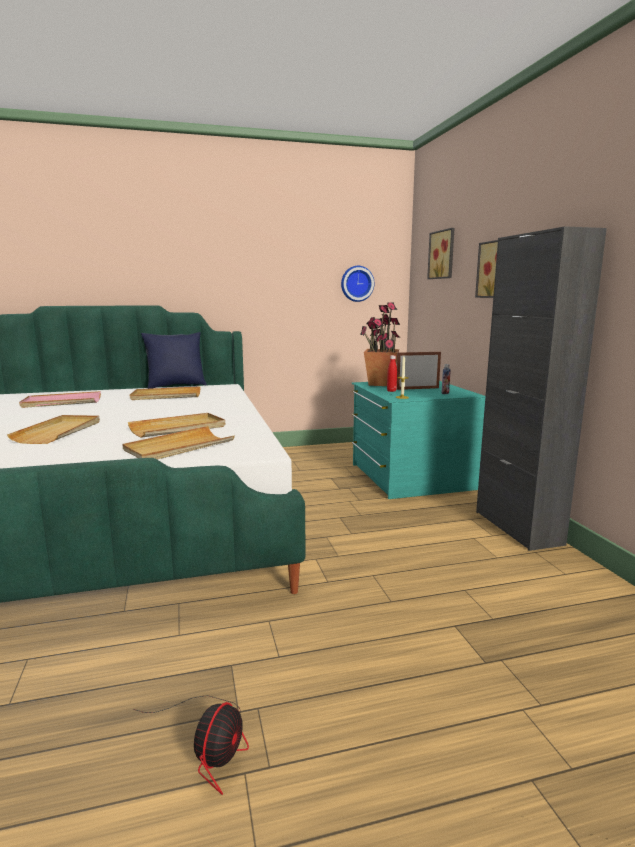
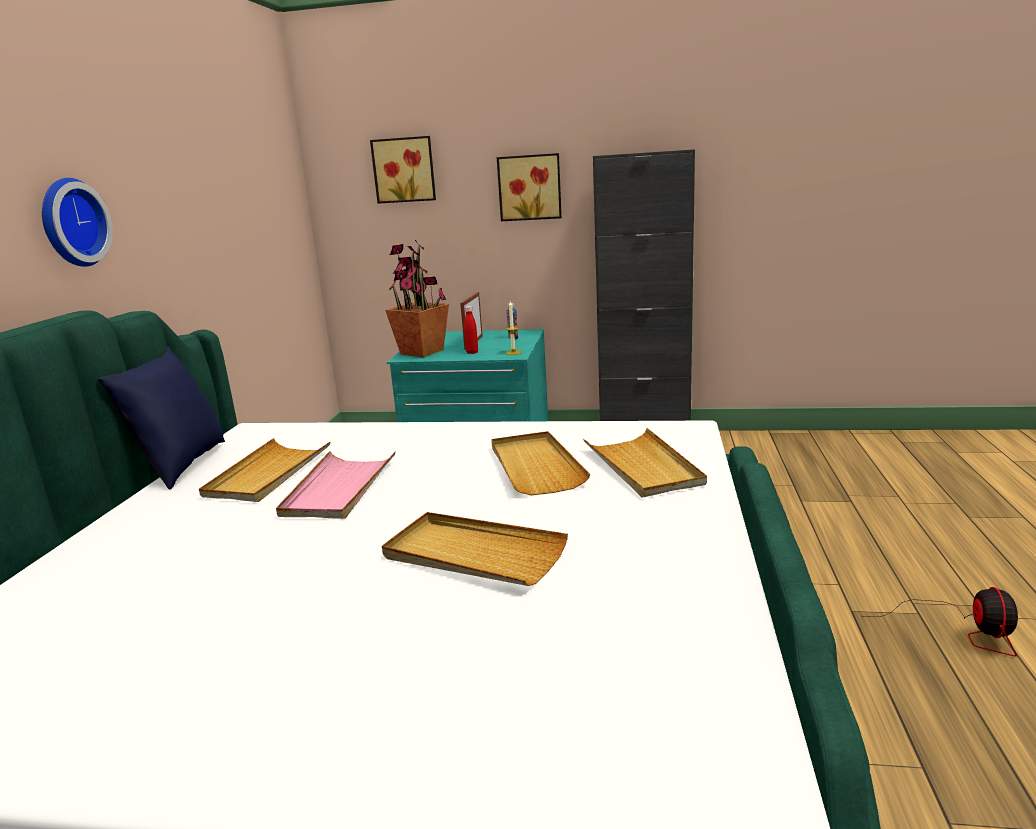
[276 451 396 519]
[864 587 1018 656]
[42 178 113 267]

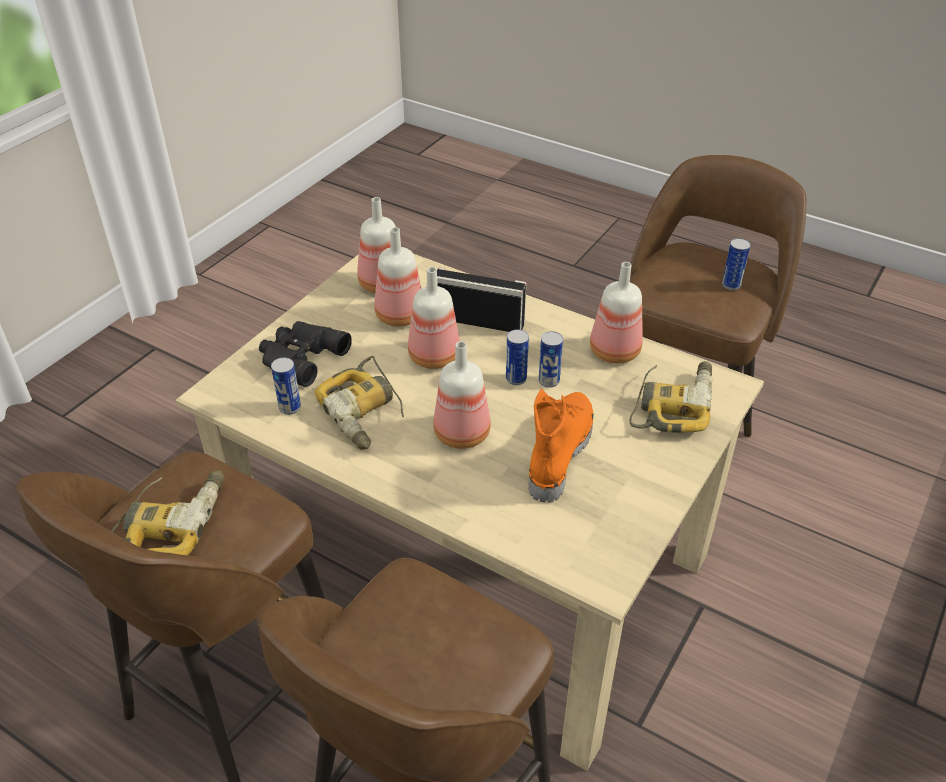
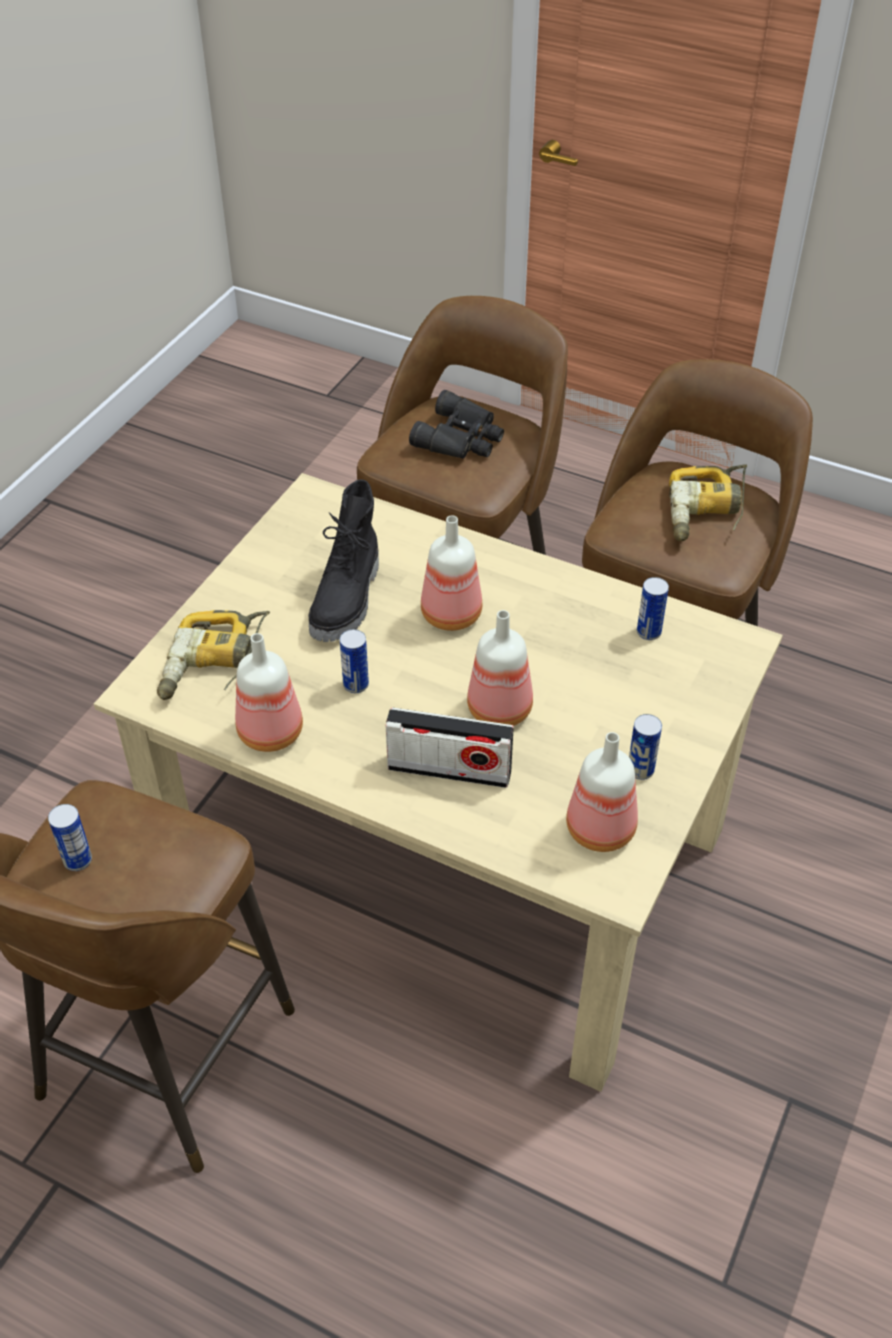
[409 390 504 459]
[315 356 404 450] (first image)
[374 227 421 327] (first image)
[629 714 662 780]
[309 479 379 642]

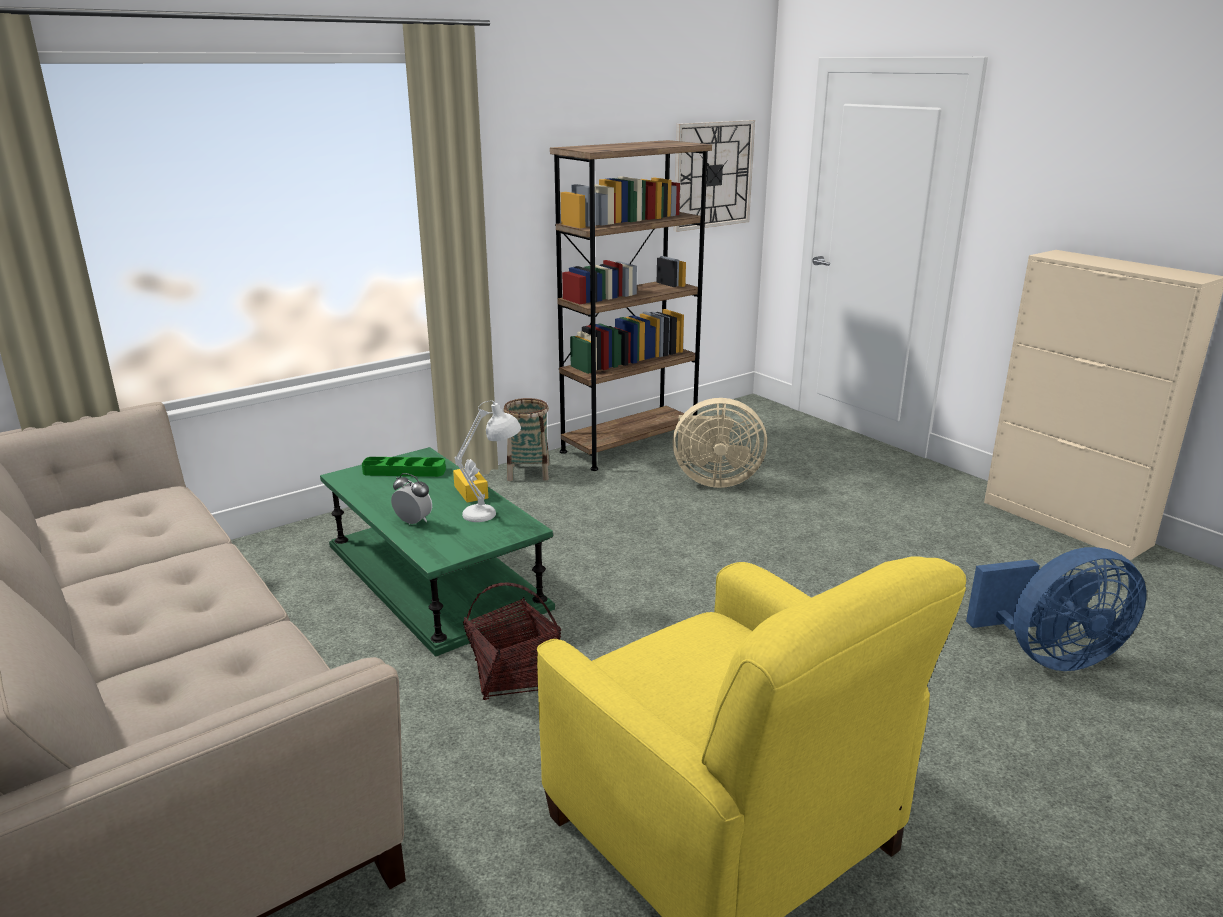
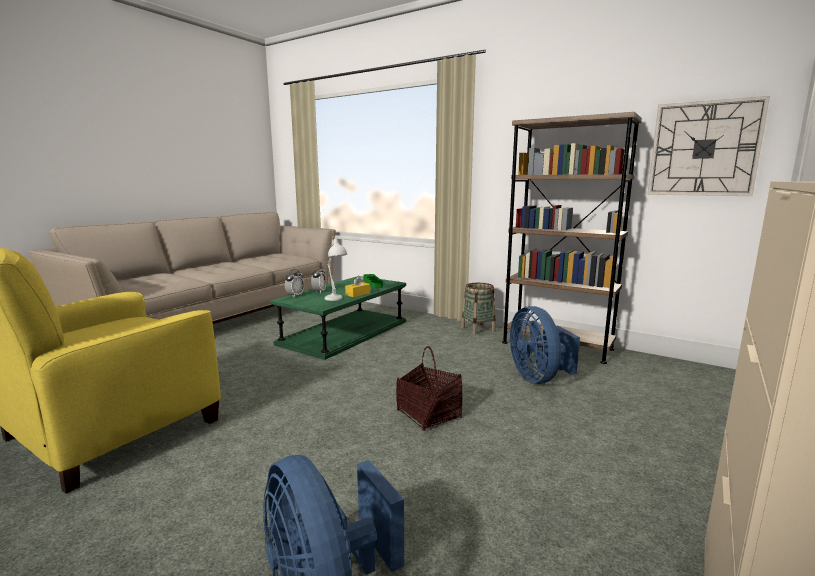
[396 346 463 431]
[510 306 580 384]
[285 269 304 297]

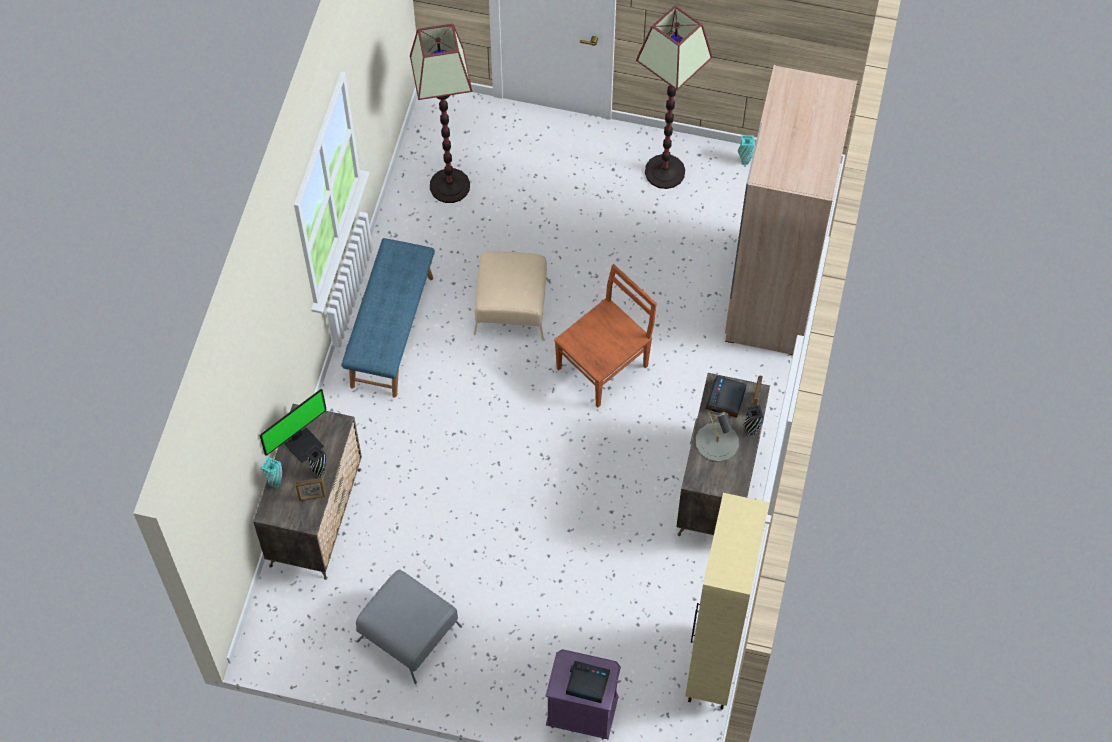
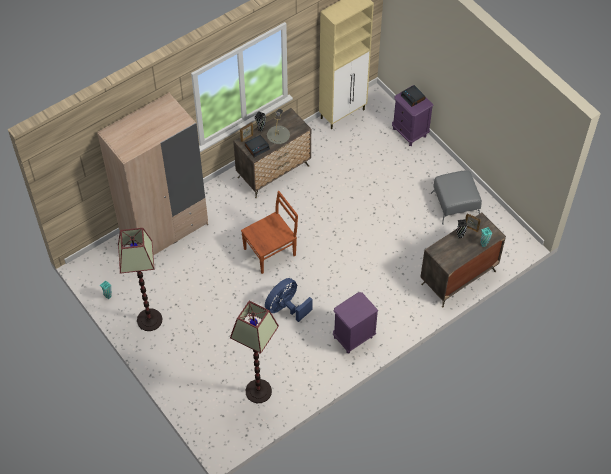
[260 389 327 463] (first image)
[333 292 379 354]
[265 278 313 322]
[241 191 298 274]

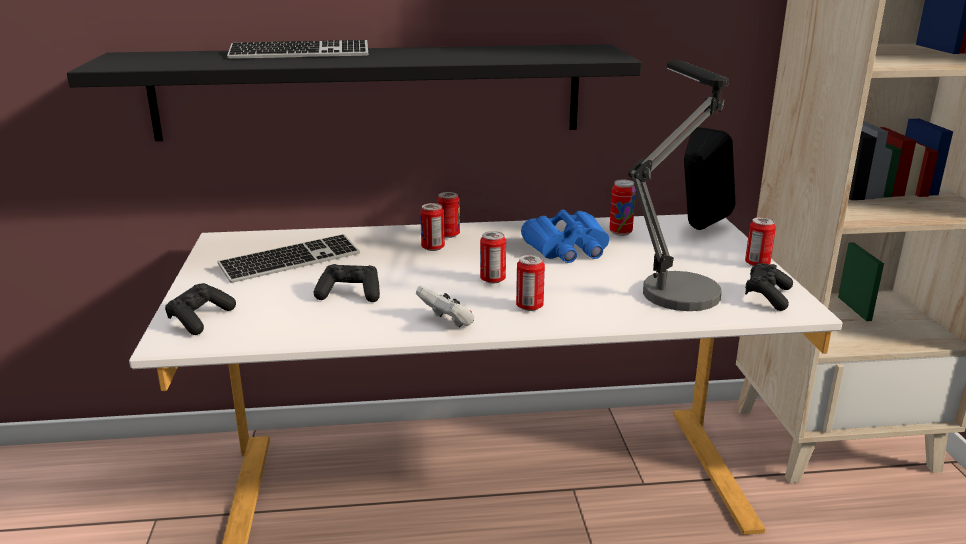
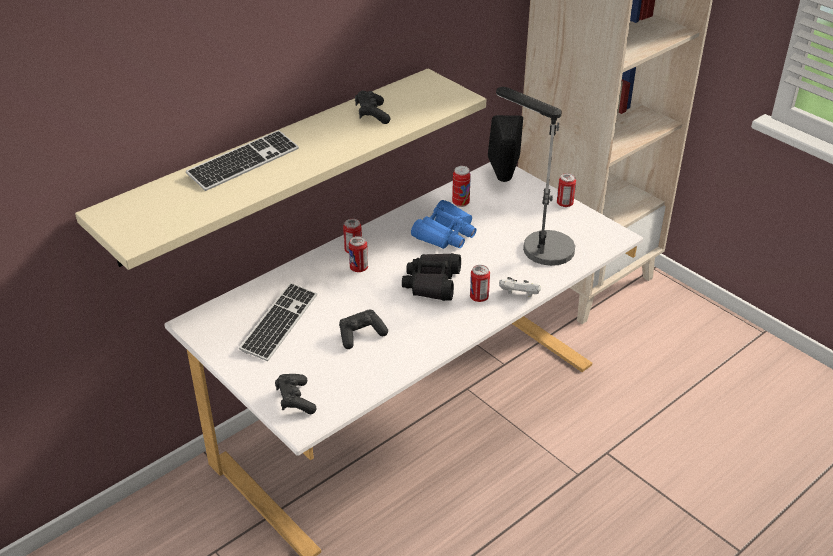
[75 68 486 270]
[499 277 541 297]
[402 253 461 301]
[355 91 390 124]

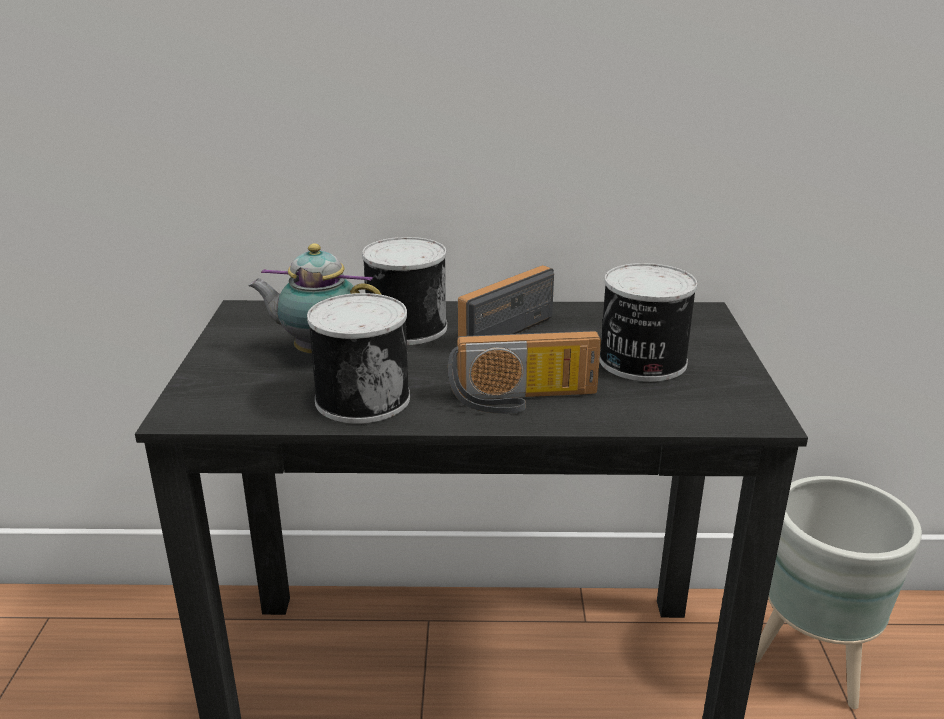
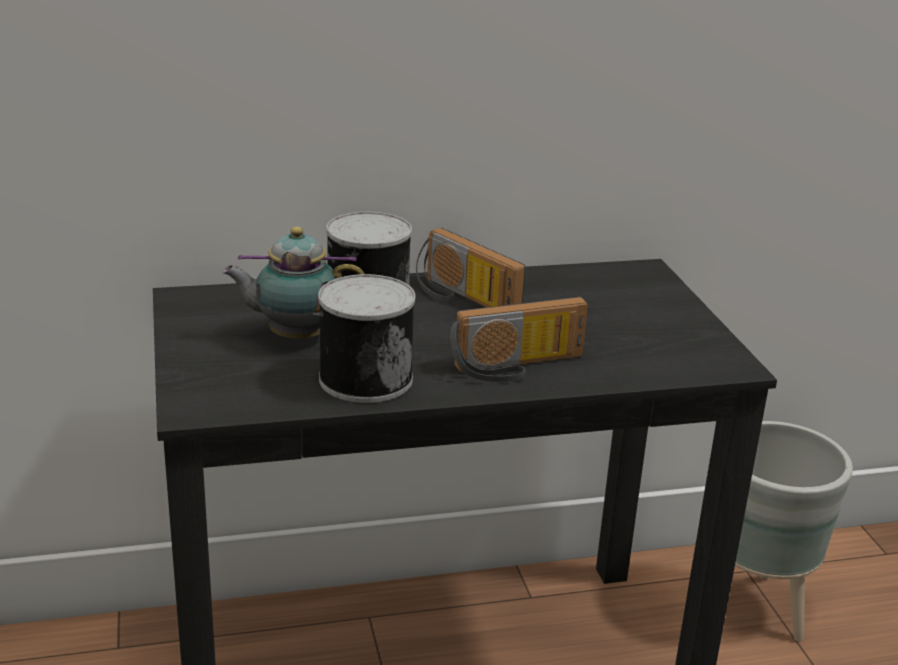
[416 228 526 307]
[599 263 697 382] (first image)

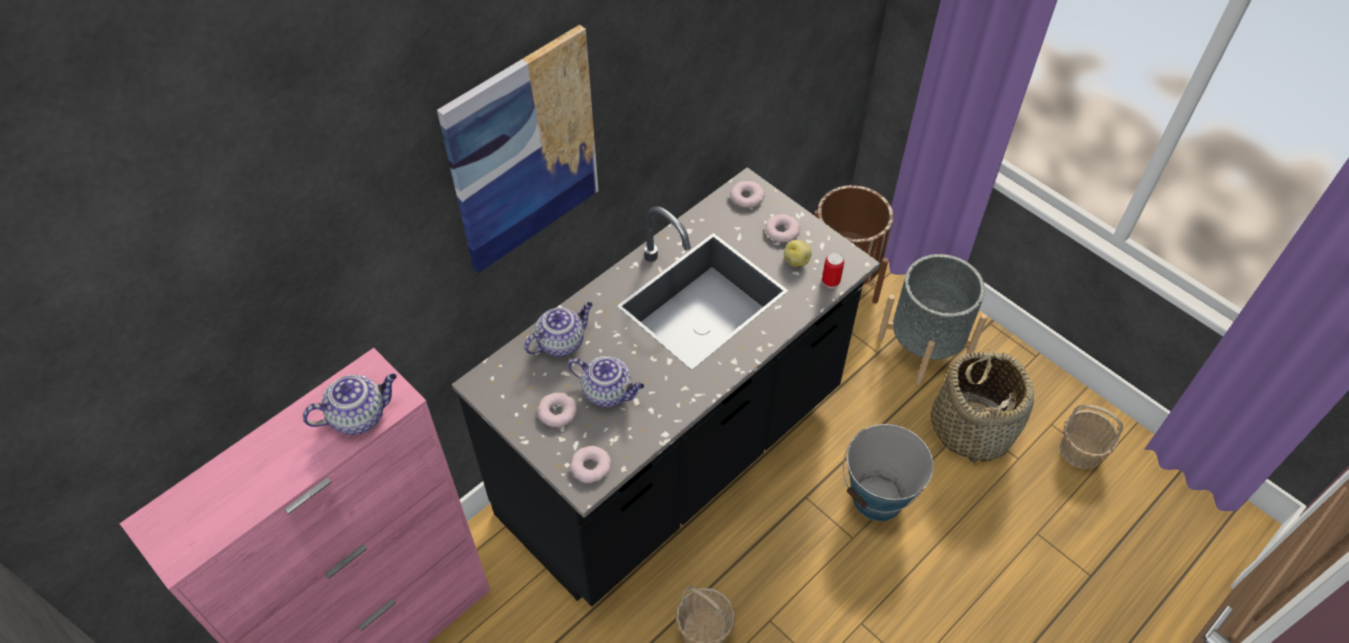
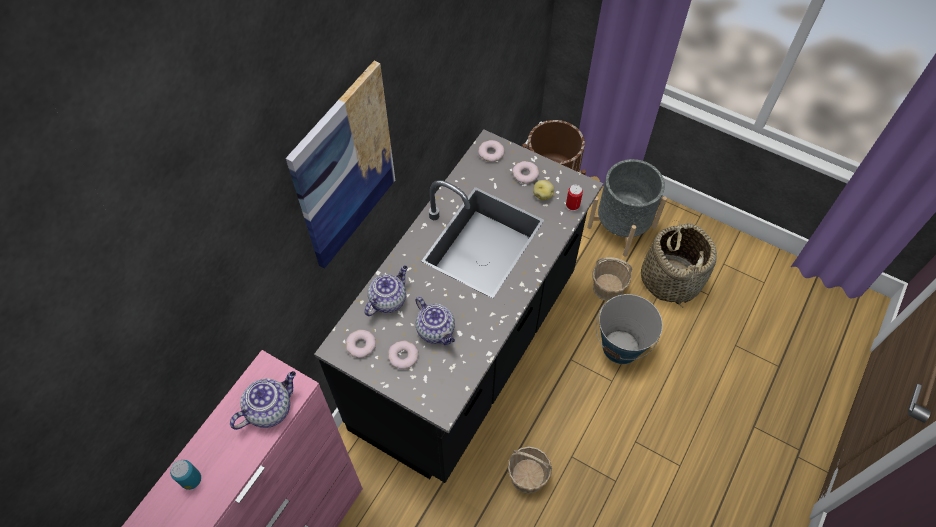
[415 297 455 345]
[346 330 376 358]
[593 257 632 301]
[170 460 201 490]

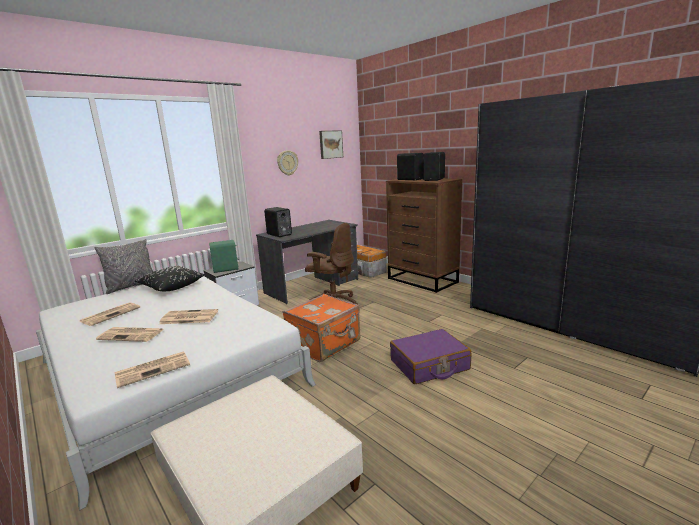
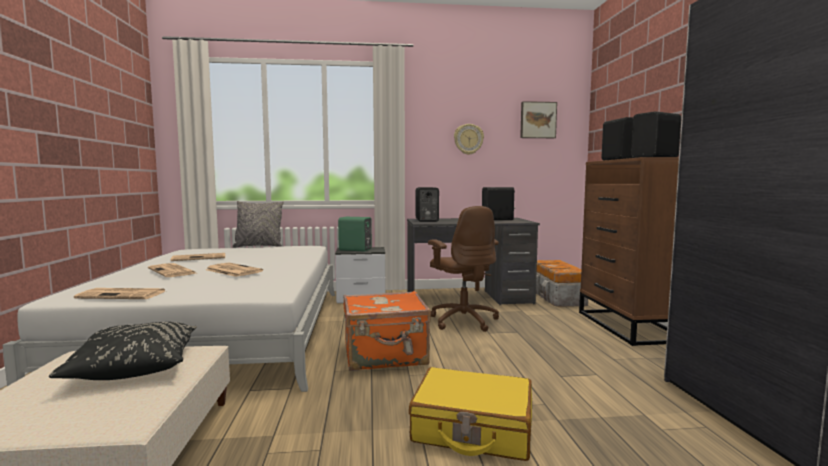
[49 322 197 380]
[409 367 532 461]
[482 187 515 220]

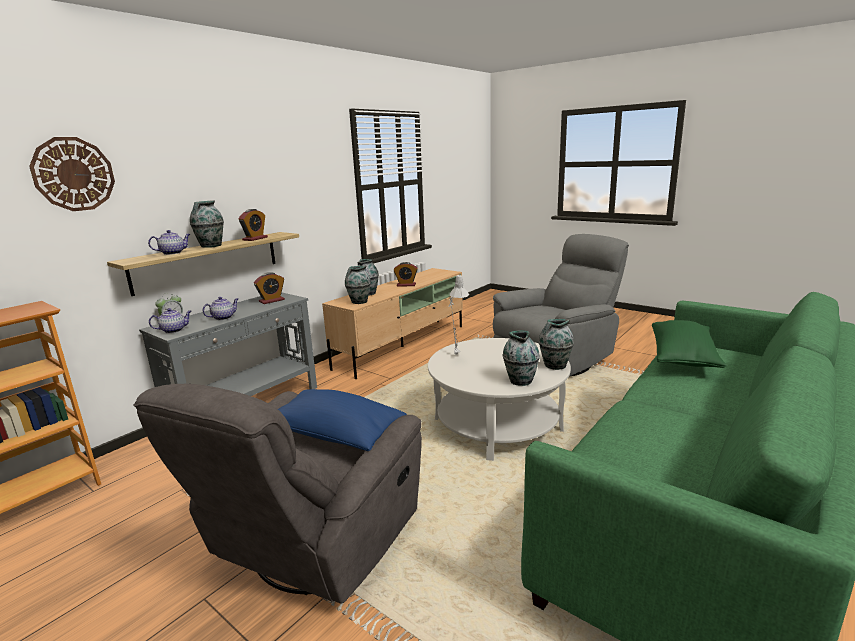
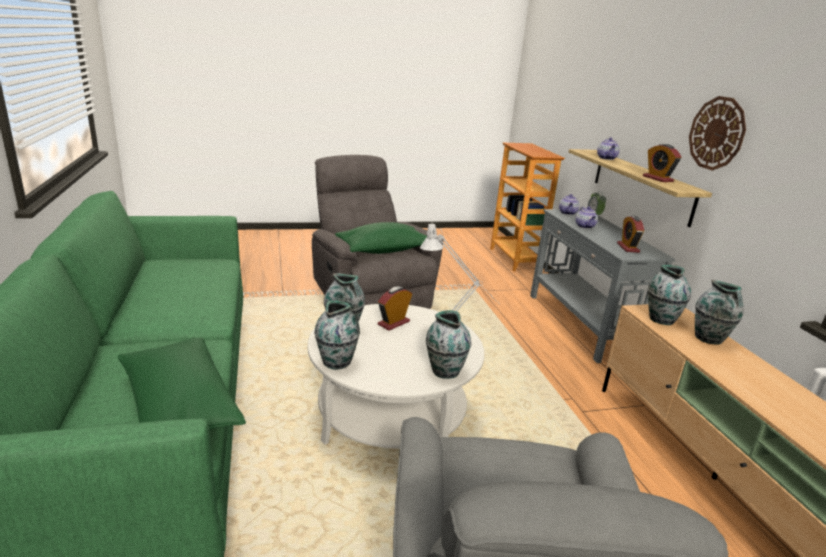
[689 96 746 170]
[426 310 471 379]
[335 222 427 254]
[378 286 412 330]

